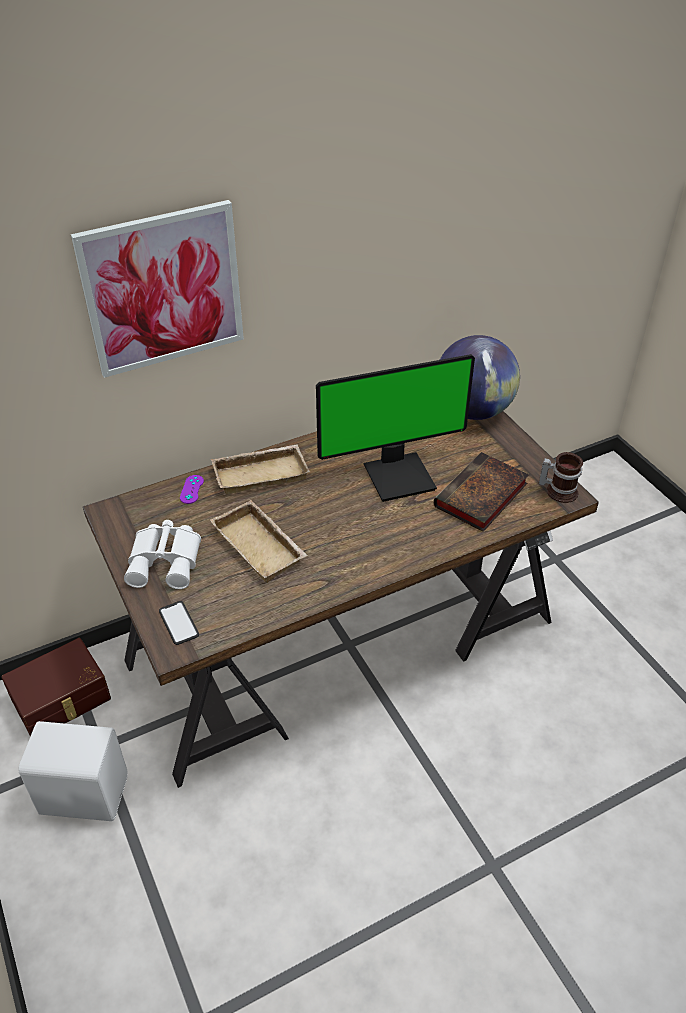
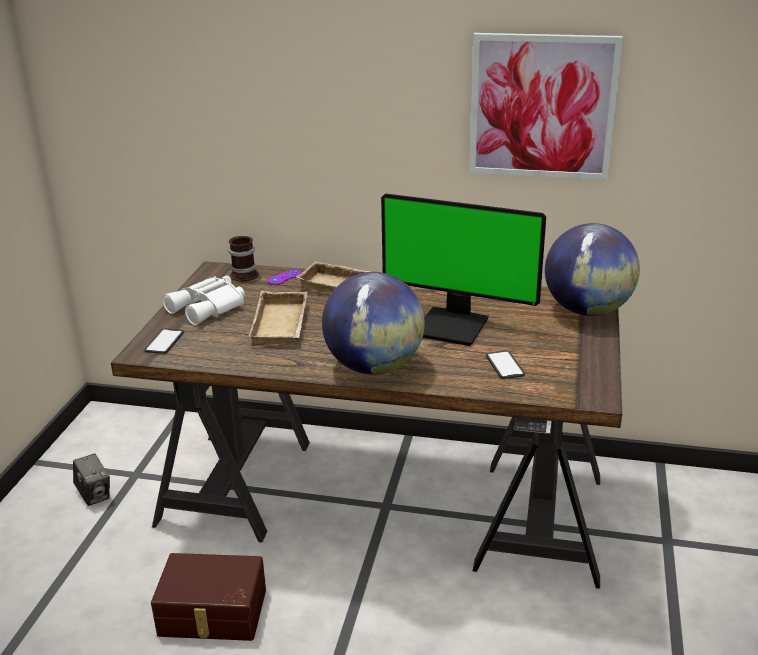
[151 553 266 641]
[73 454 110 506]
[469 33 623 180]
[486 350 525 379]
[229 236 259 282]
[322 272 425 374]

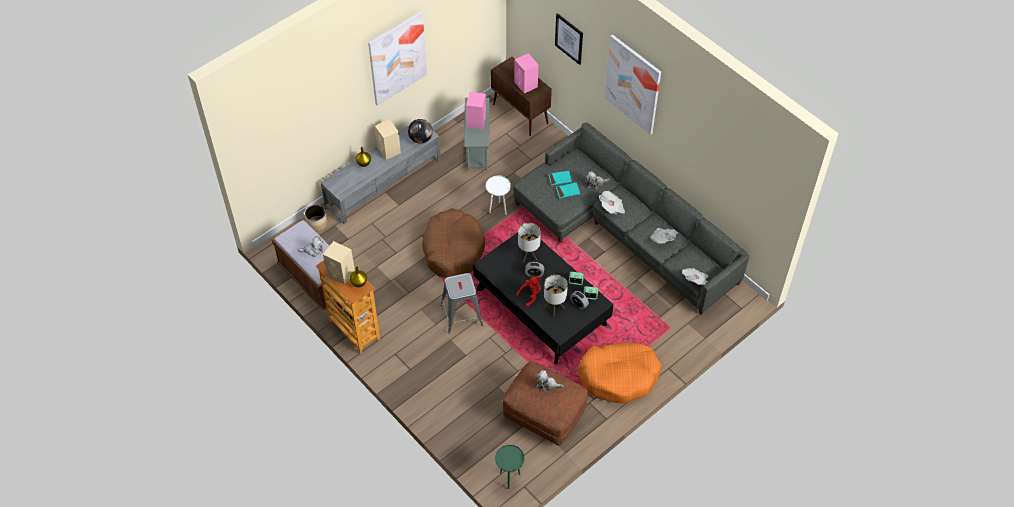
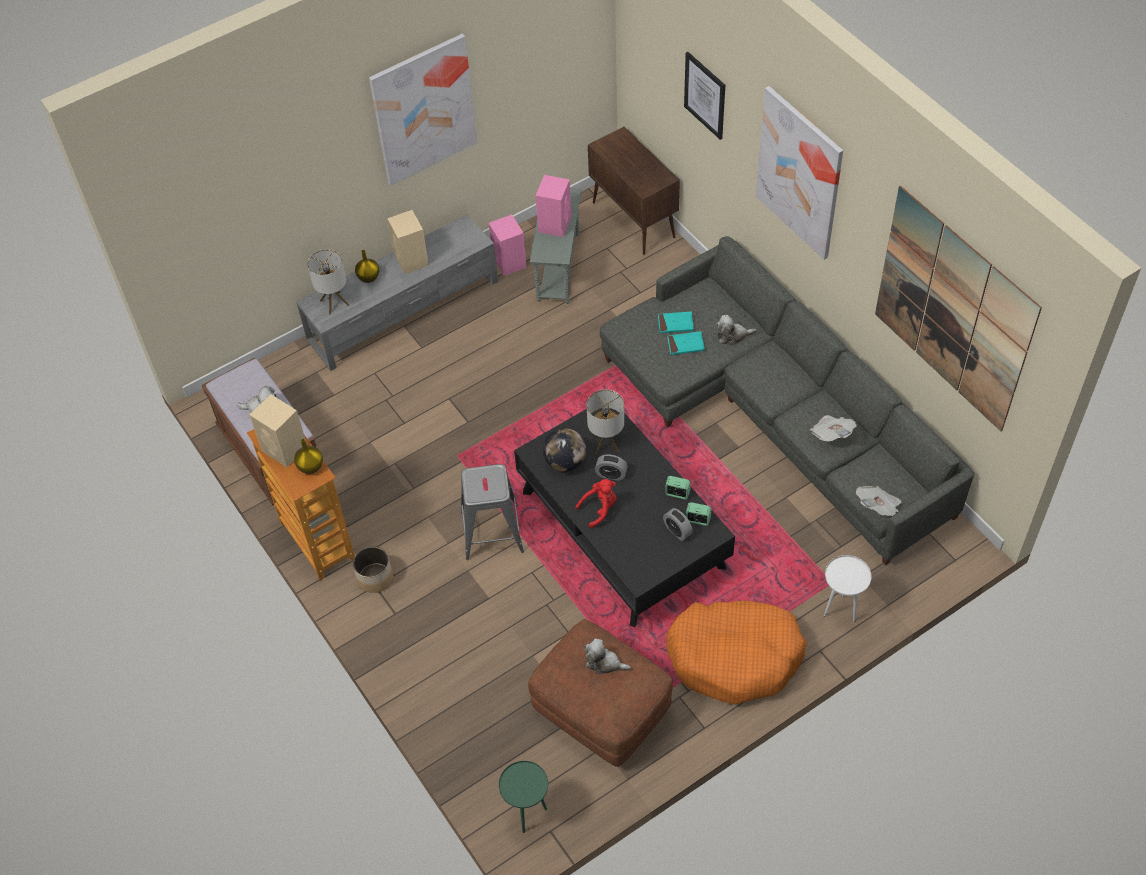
[353 546 393 593]
[543 428 586 472]
[422 208 485 278] (first image)
[824 555 872 622]
[489 214 527 276]
[307 249 349 314]
[599 191 625 214] (first image)
[875 186 1042 431]

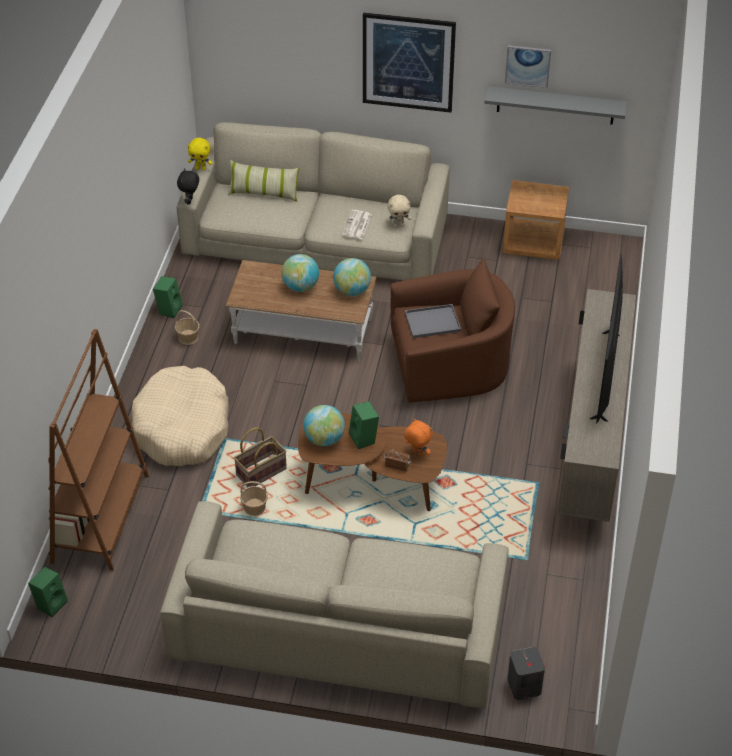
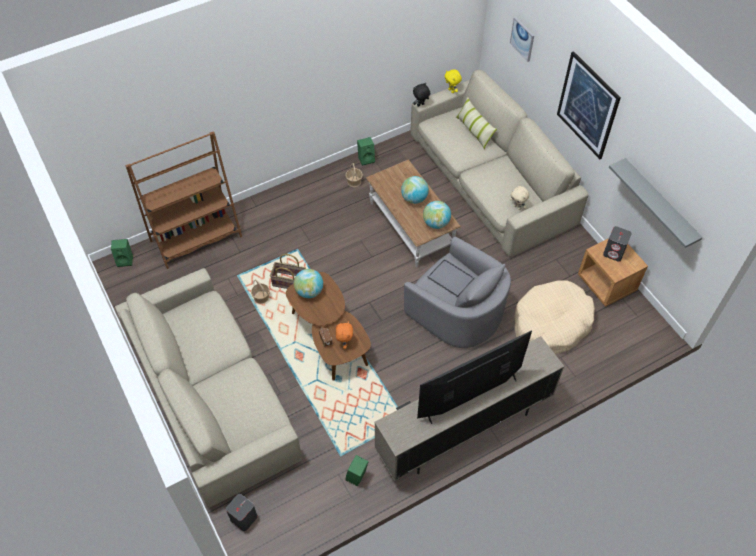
[514 280 595 354]
[342 210 372 239] (first image)
[345 455 369 486]
[404 237 511 348]
[510 17 534 62]
[603 226 632 262]

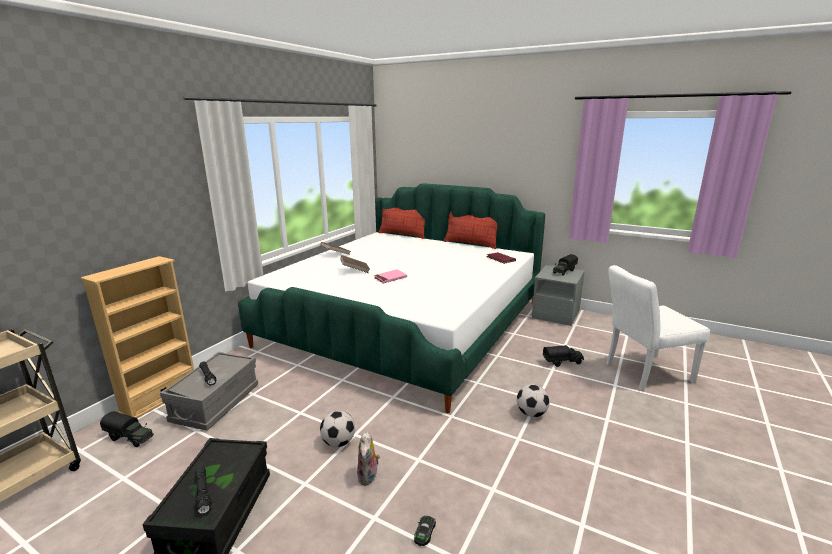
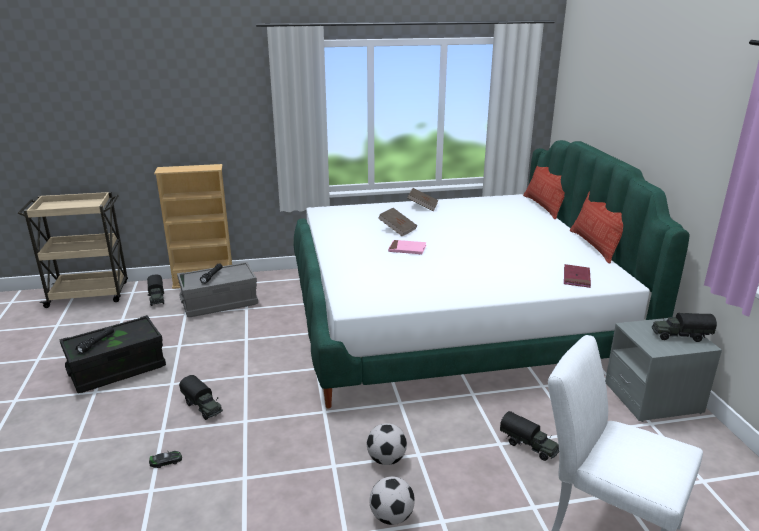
[369 476 415 525]
[179 375 223 420]

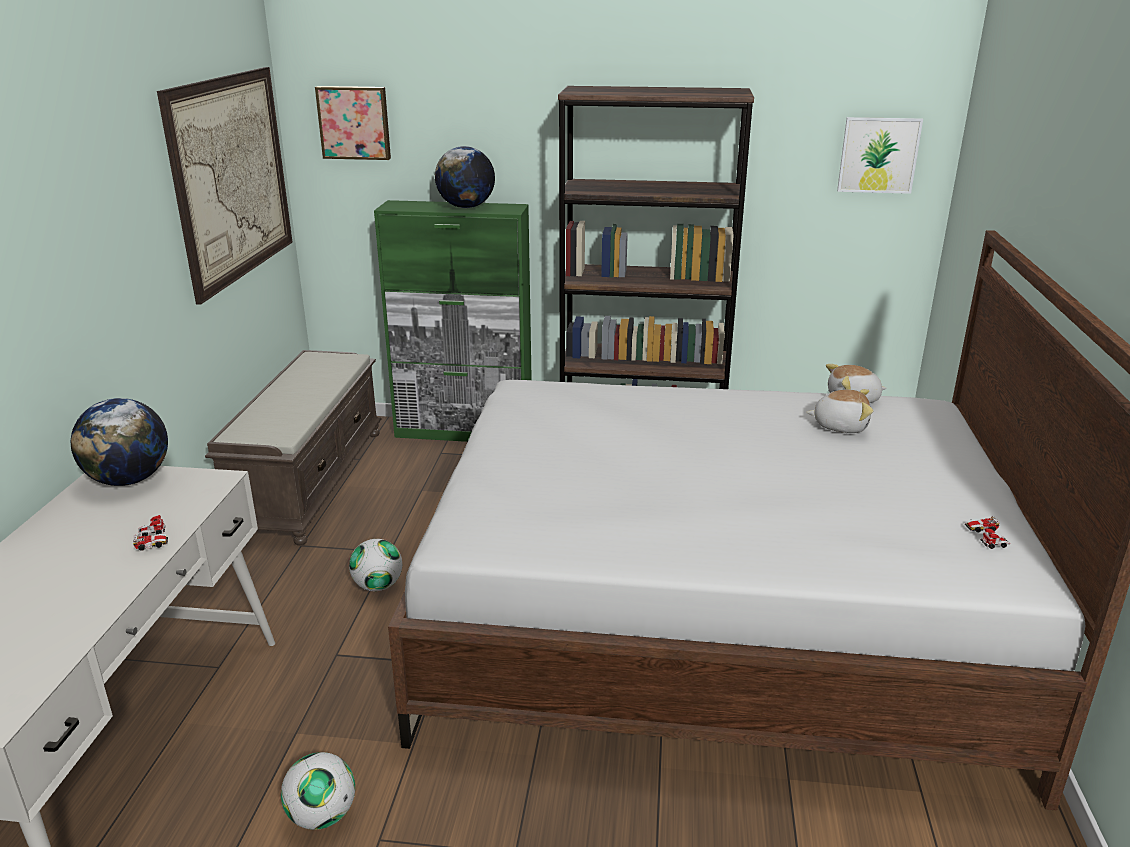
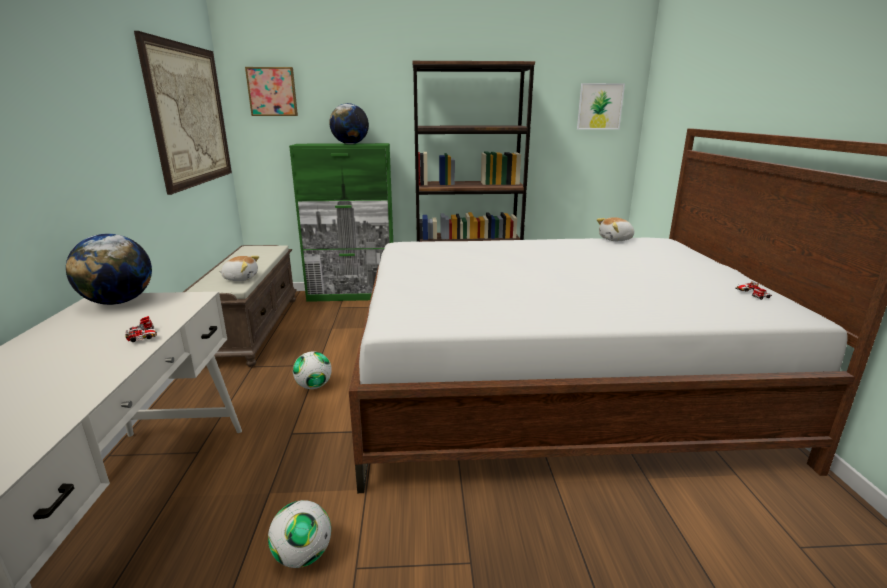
[219 256 259 281]

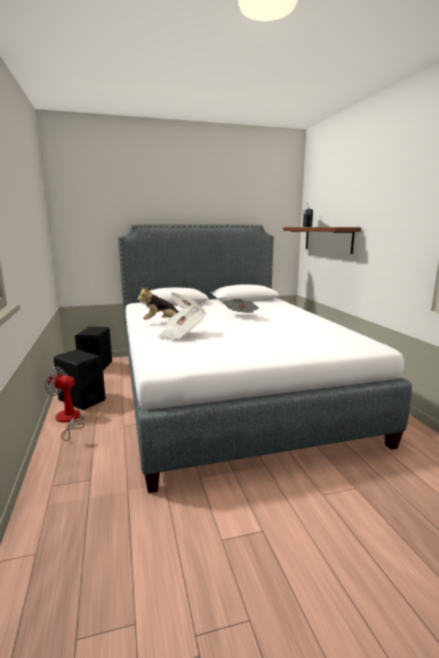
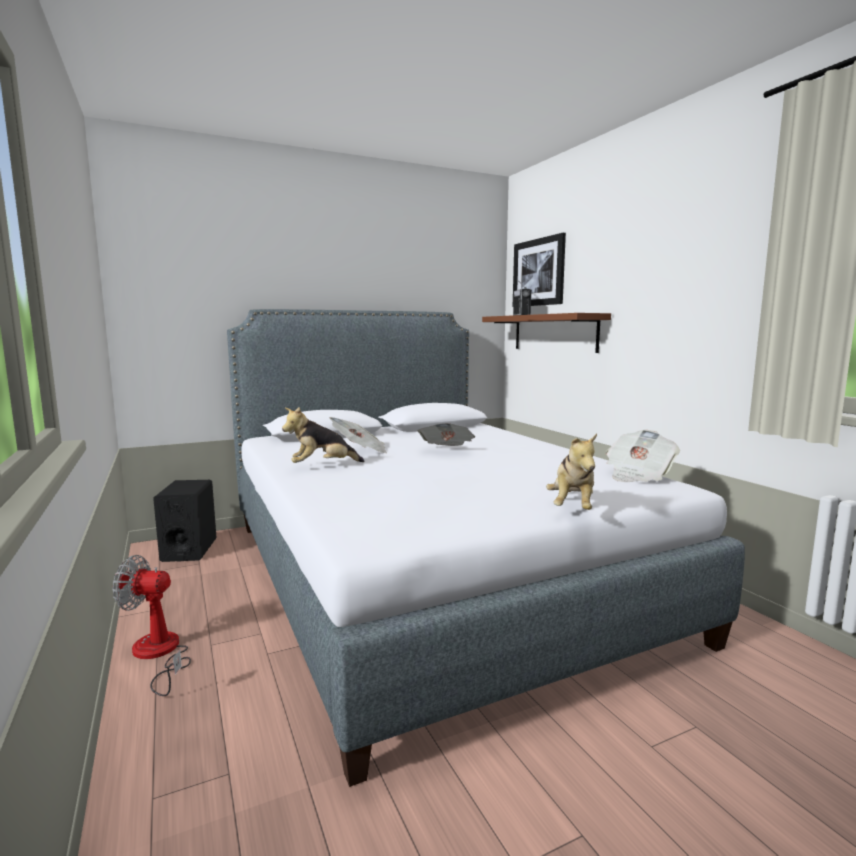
[54 349 105 410] (first image)
[606 430 680 482]
[513 233 566 306]
[546 434 597 510]

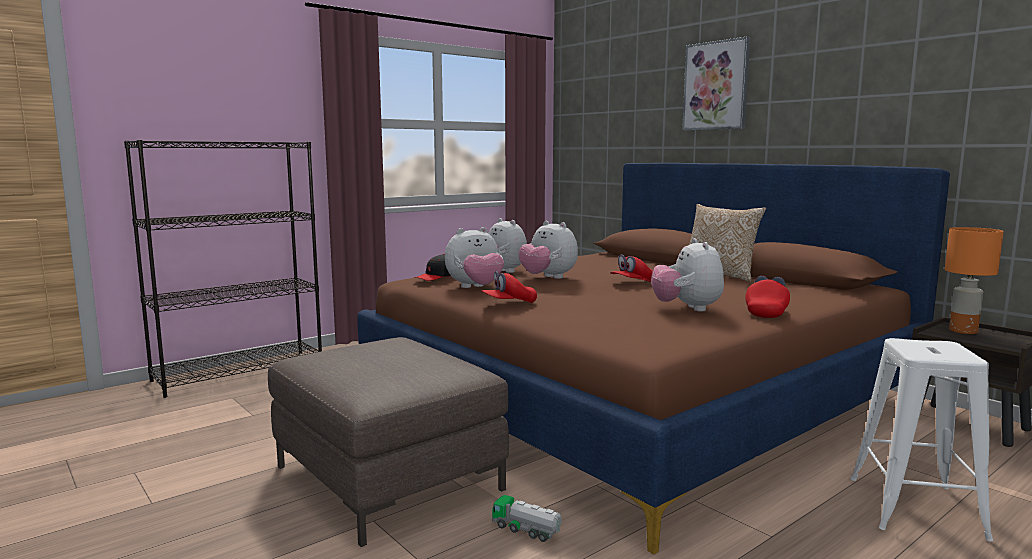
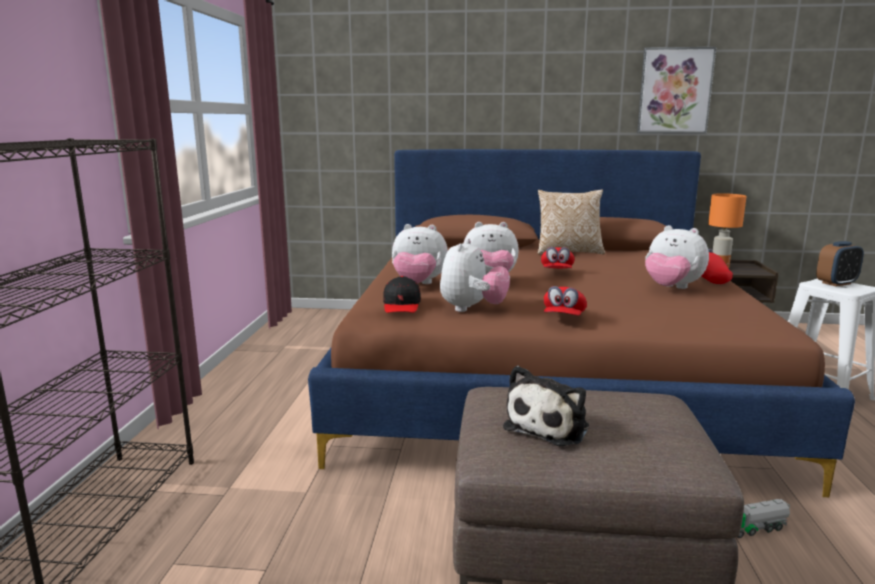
[637 47 716 133]
[503 366 589 446]
[816 241 864 287]

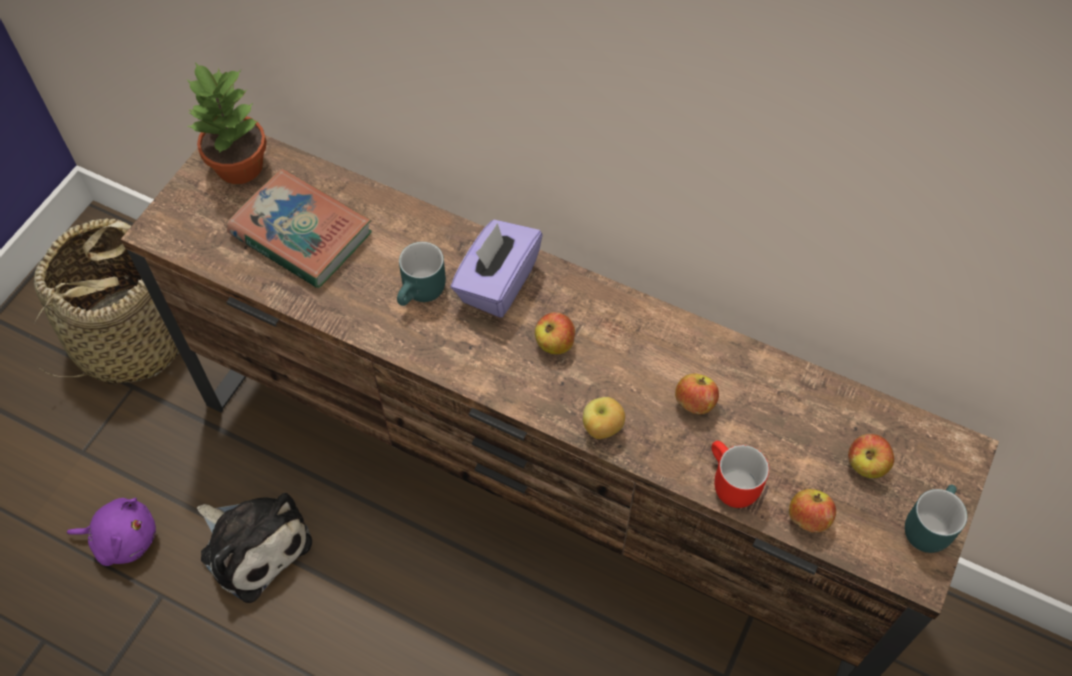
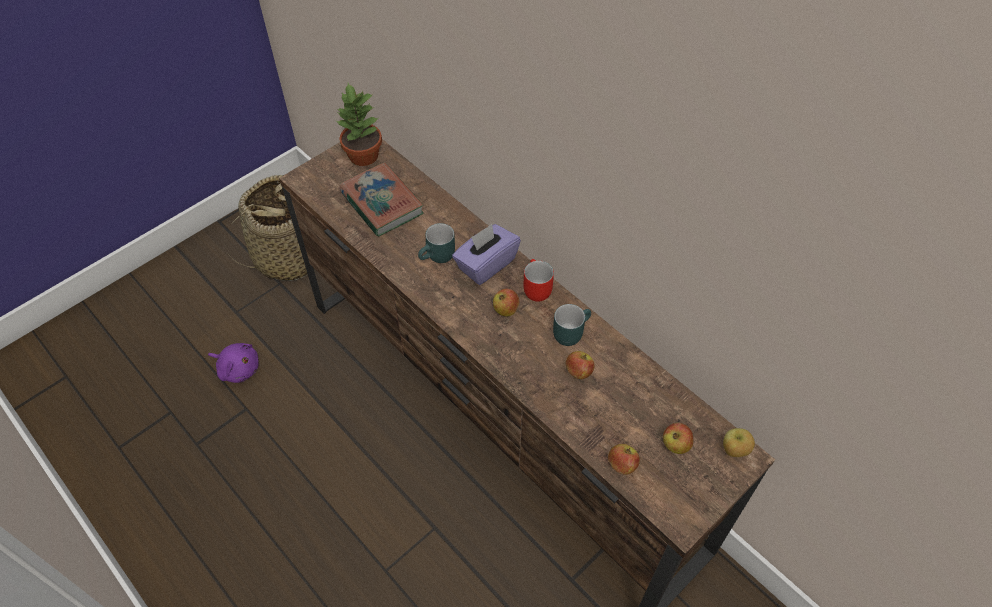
[197 493 312 603] (first image)
[723 428 755 457]
[524 259 554 302]
[553 304 591 346]

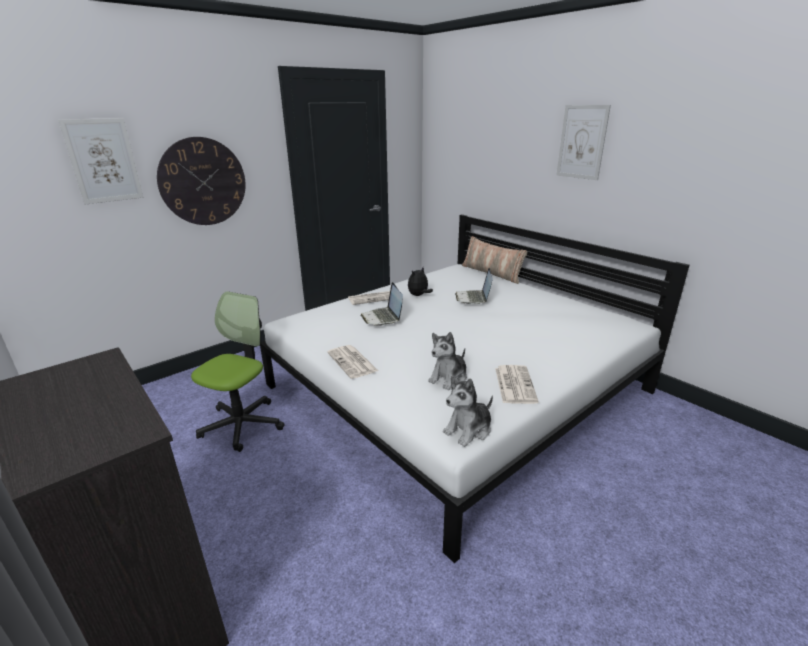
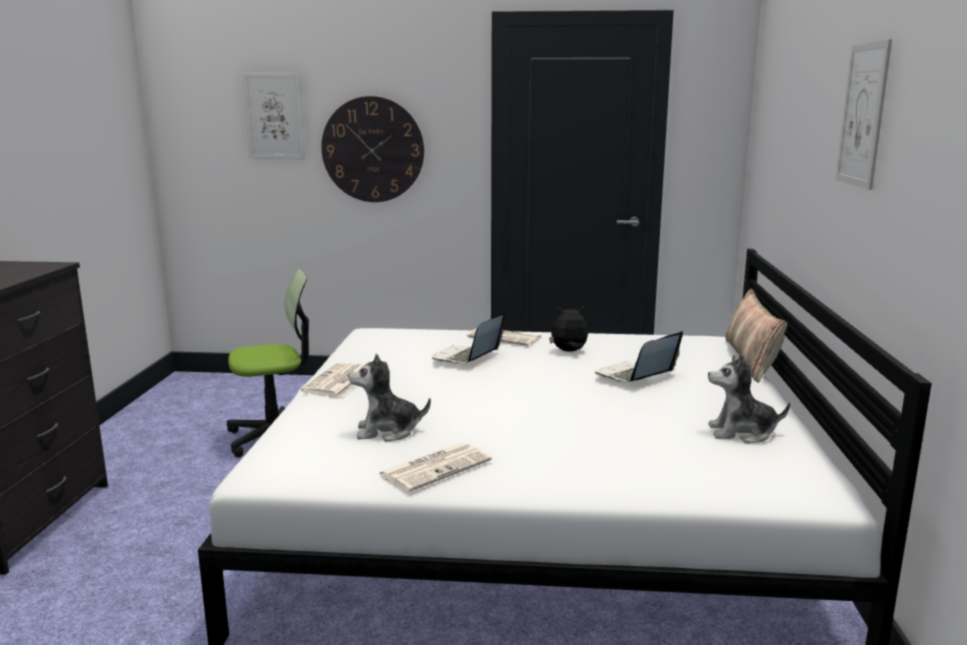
[708 354 790 443]

